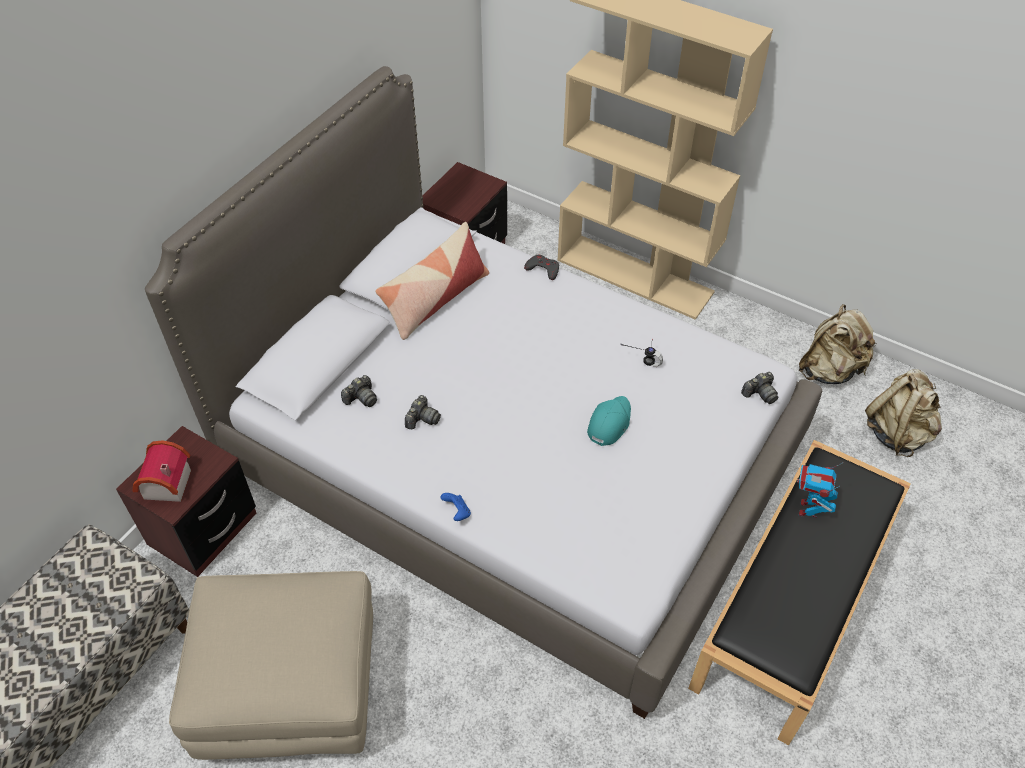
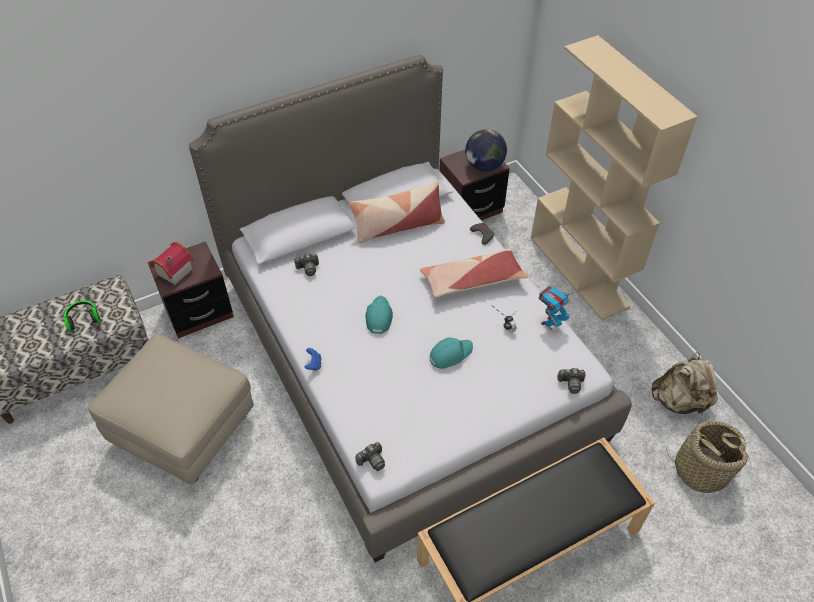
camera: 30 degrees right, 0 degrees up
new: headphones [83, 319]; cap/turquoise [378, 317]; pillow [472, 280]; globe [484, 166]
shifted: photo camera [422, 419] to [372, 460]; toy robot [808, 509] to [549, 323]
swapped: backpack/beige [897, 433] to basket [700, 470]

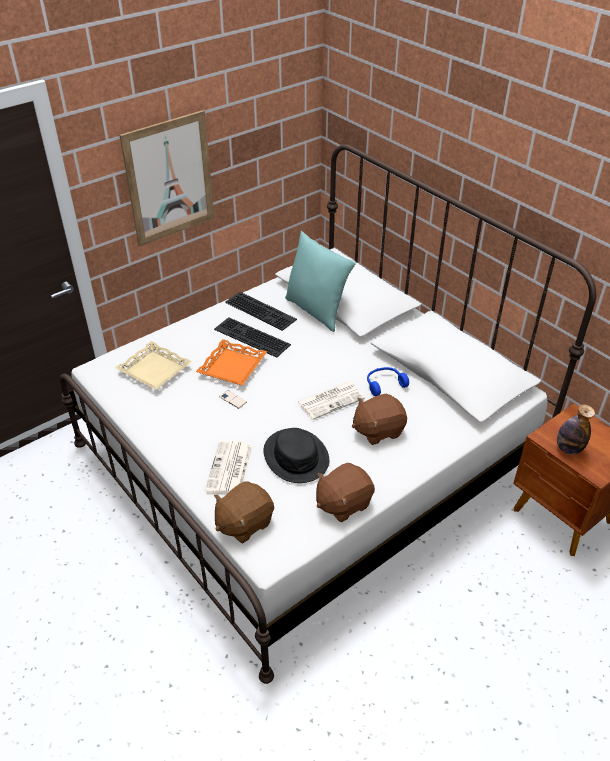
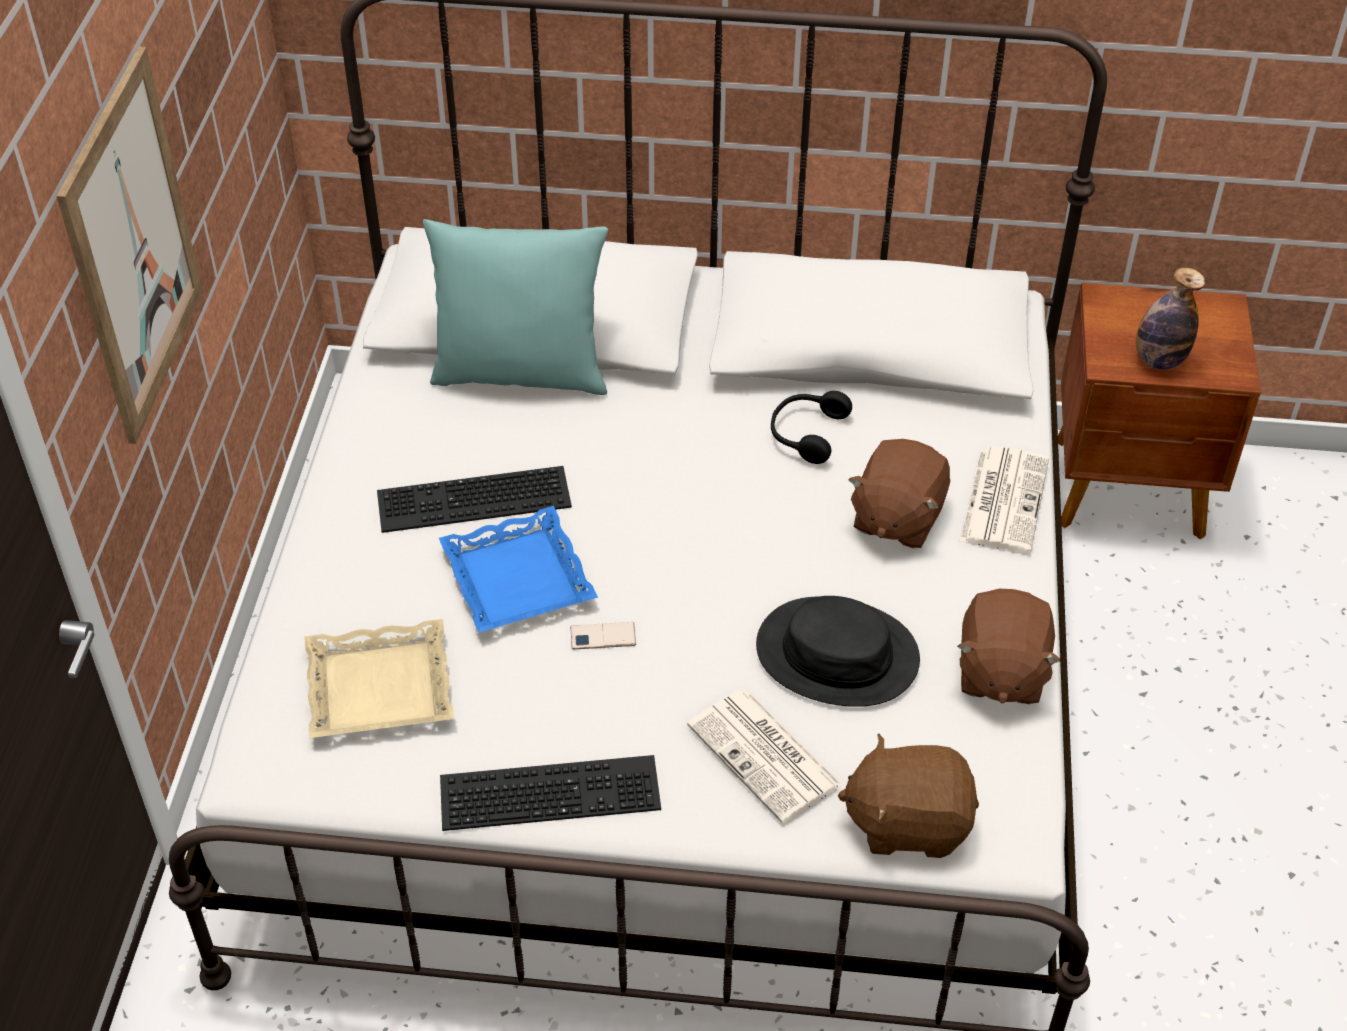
camera: 45 degrees left, 5 degrees up
shifted: keyboard [262, 310] to [552, 789]; newspaper [331, 400] to [1003, 499]
repainted: tray/orange [232, 366] to tray/blue [516, 579]; headphones/blue [384, 384] to headphones/black [806, 433]
rotated: plush toy/brown [244, 523] = [908, 822] 90 degrees clockwise

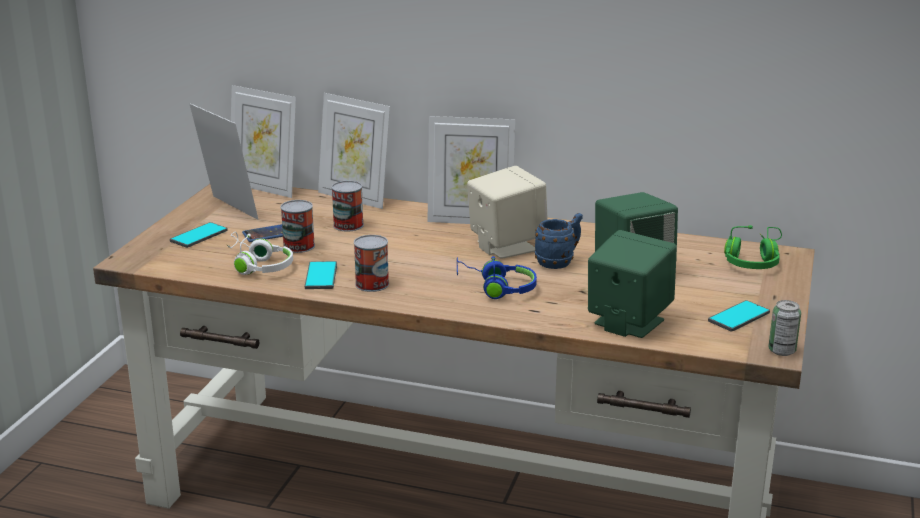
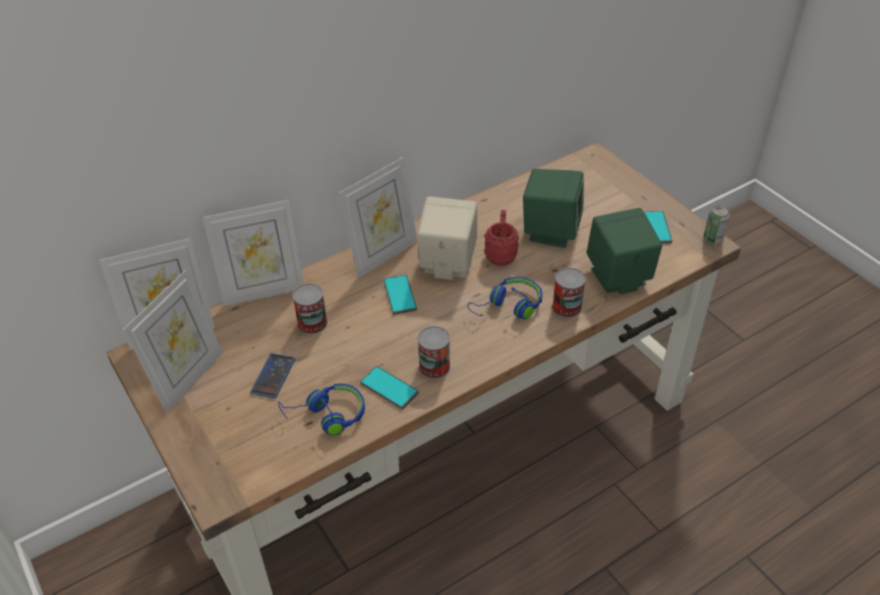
camera: 50 degrees left, 20 degrees up
gone: headphones/green [753, 260]
shifted: phone [199, 236] to [400, 295]; can [299, 246] to [566, 307]
repainted: headphones/white [257, 265] to headphones/blue [326, 416]; mug/blue [559, 262] to mug/red [501, 254]
rotated: picture frame [228, 209] = [188, 378] 120 degrees clockwise

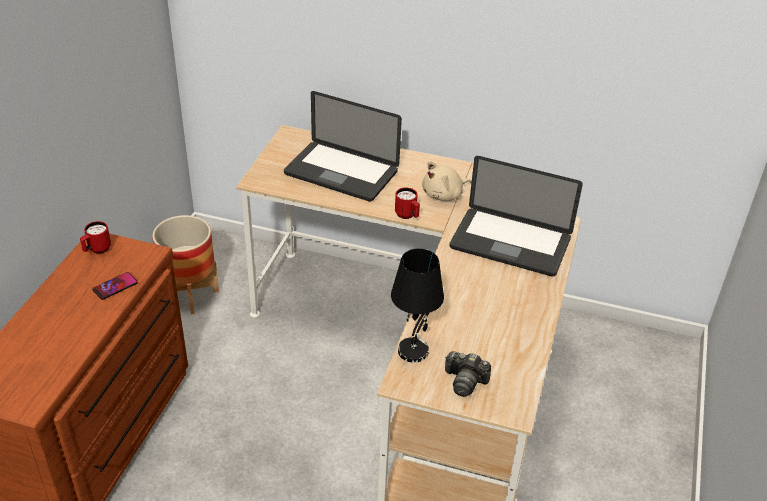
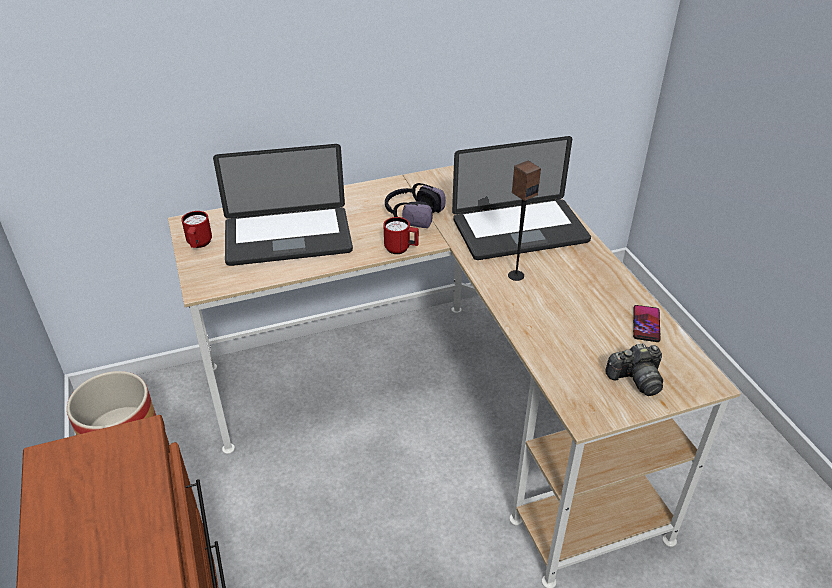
camera: 35 degrees left, 0 degrees up
gone: table lamp/black [413, 350]
new: speaker [515, 275]
shifted: mug/red [97, 250] to [199, 245]; phone [115, 286] to [646, 324]
swapped: plush toy/beige [444, 195] to headphones [412, 214]

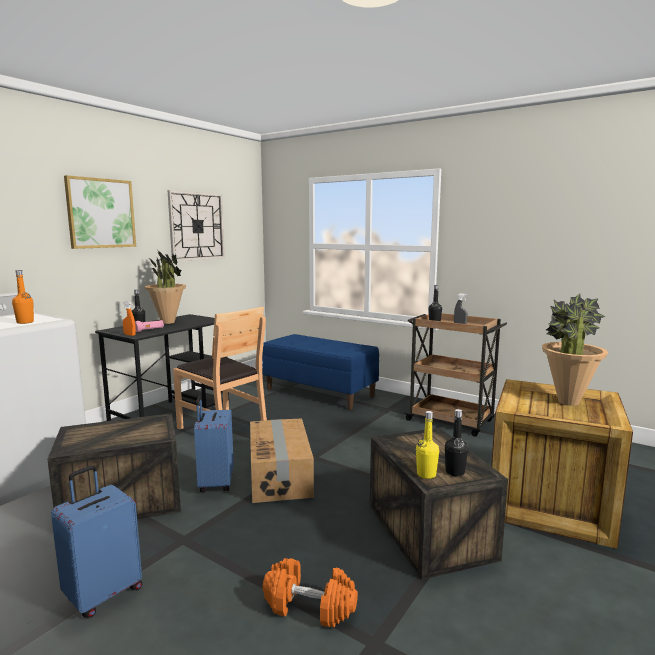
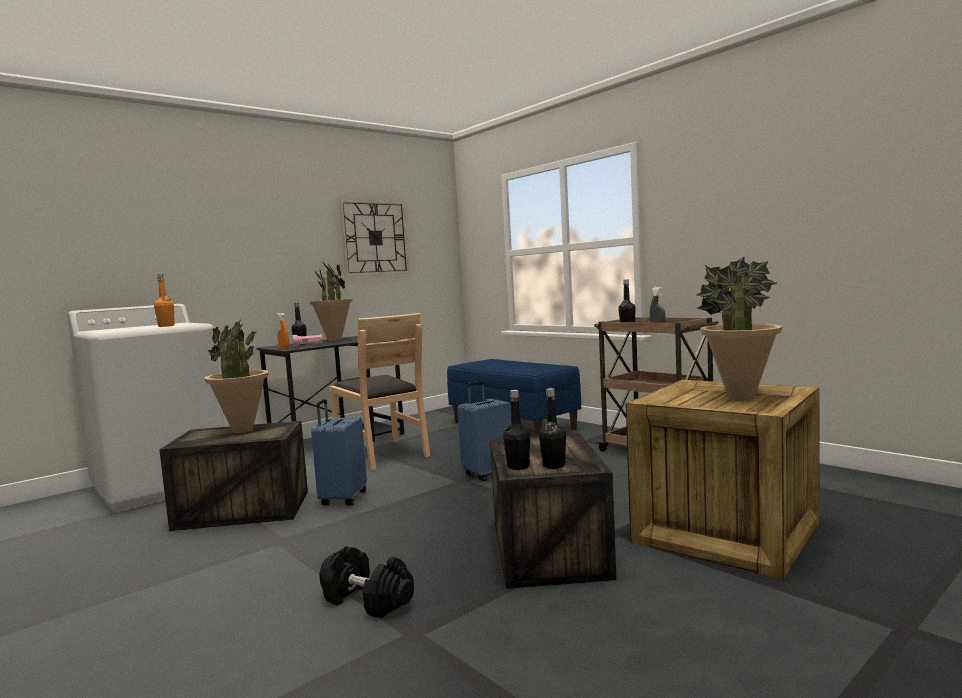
camera: 15 degrees right, 5 degrees down
gone: picture [101, 213]; cardboard box [280, 474]
new: potted plant [242, 430]
shifted: suitcase/blue [103, 594] to [488, 474]
repainted: dumbbell/orange [310, 606] to dumbbell/black [368, 600]; bottle/yellow [426, 474] to bottle/black [518, 467]

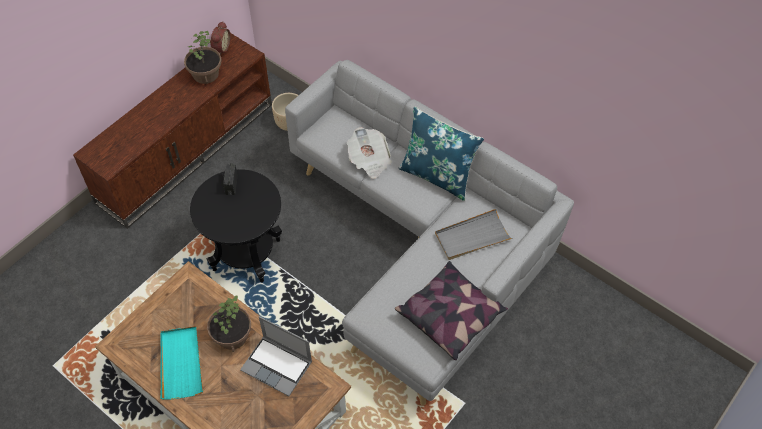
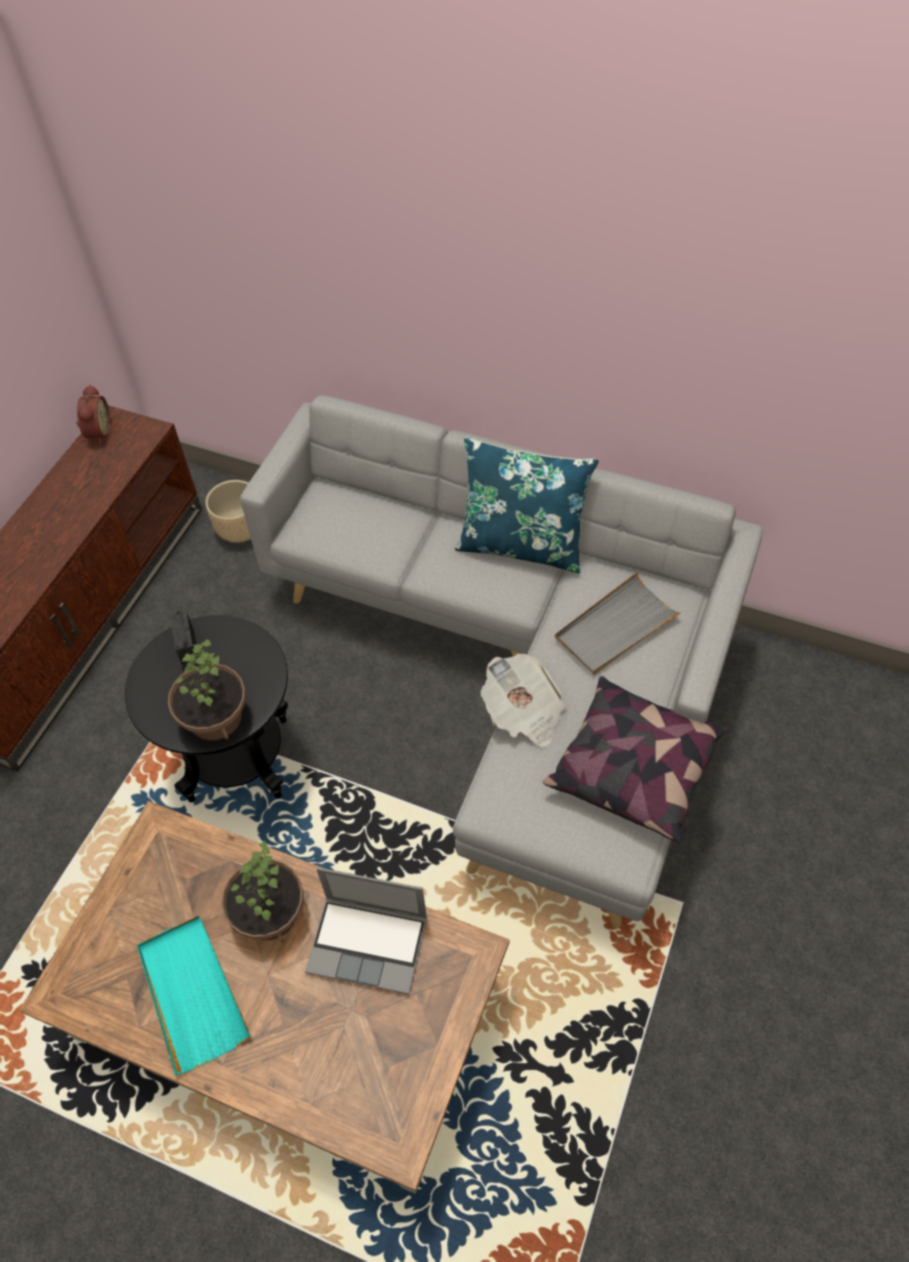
camera: 15 degrees left, 0 degrees up
shifted: potted plant [205, 74] to [214, 717]; newspaper [369, 160] to [523, 712]

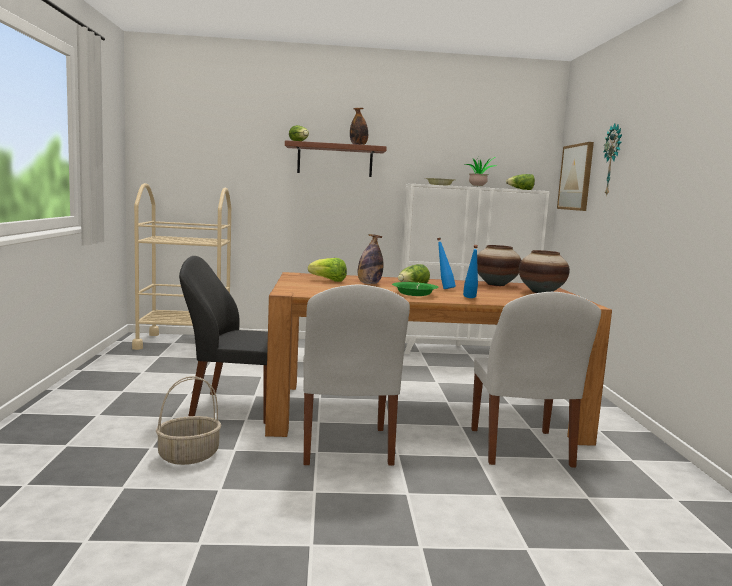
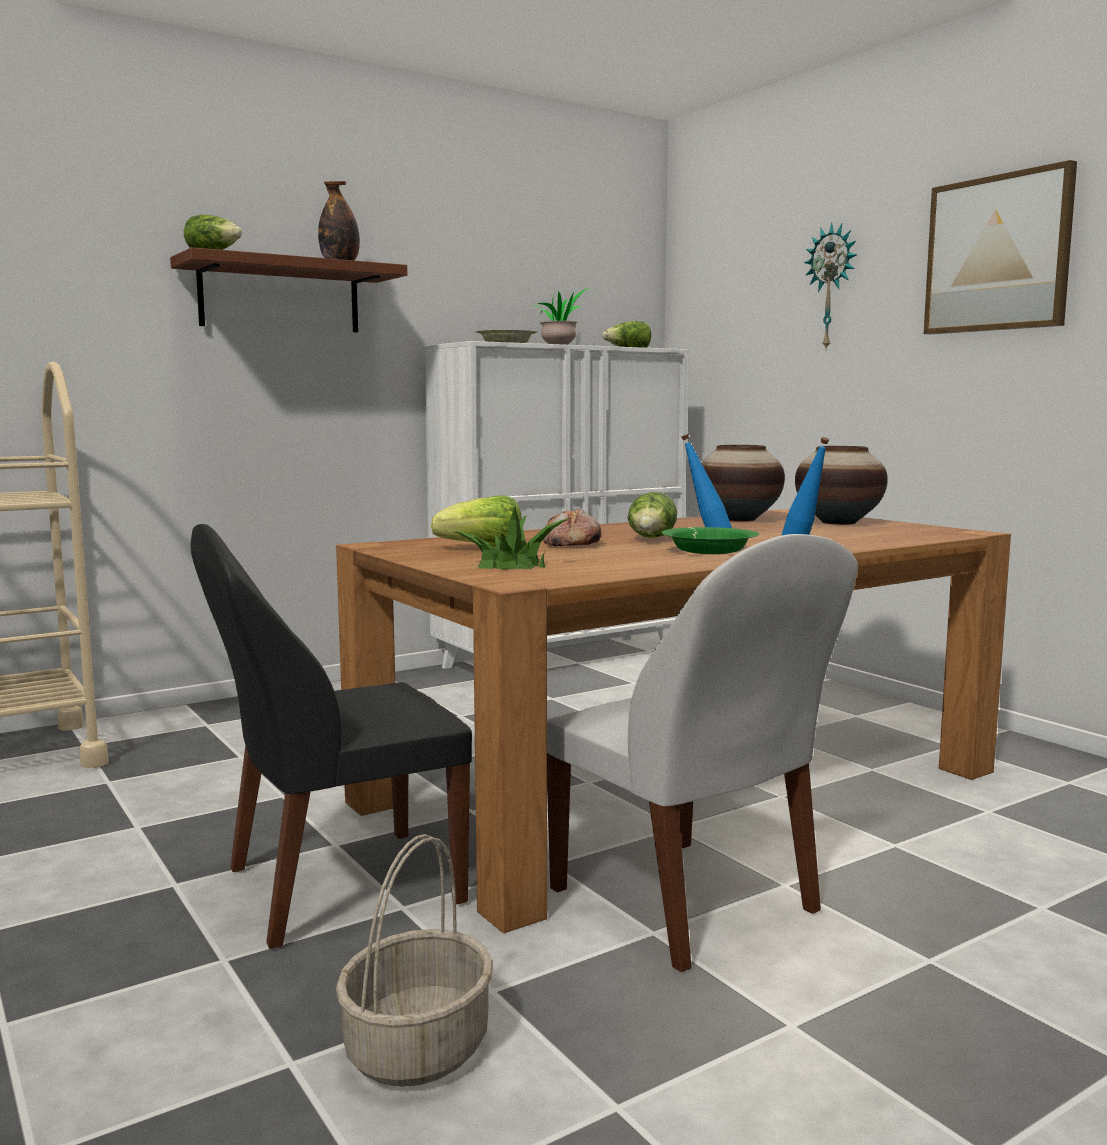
camera: 30 degrees left, 0 degrees up
gone: chair/white [520, 449]
new: potted plant [510, 564]
shifted: picture [576, 177] to [998, 254]
swapped: bottle [369, 284] to bread [570, 544]

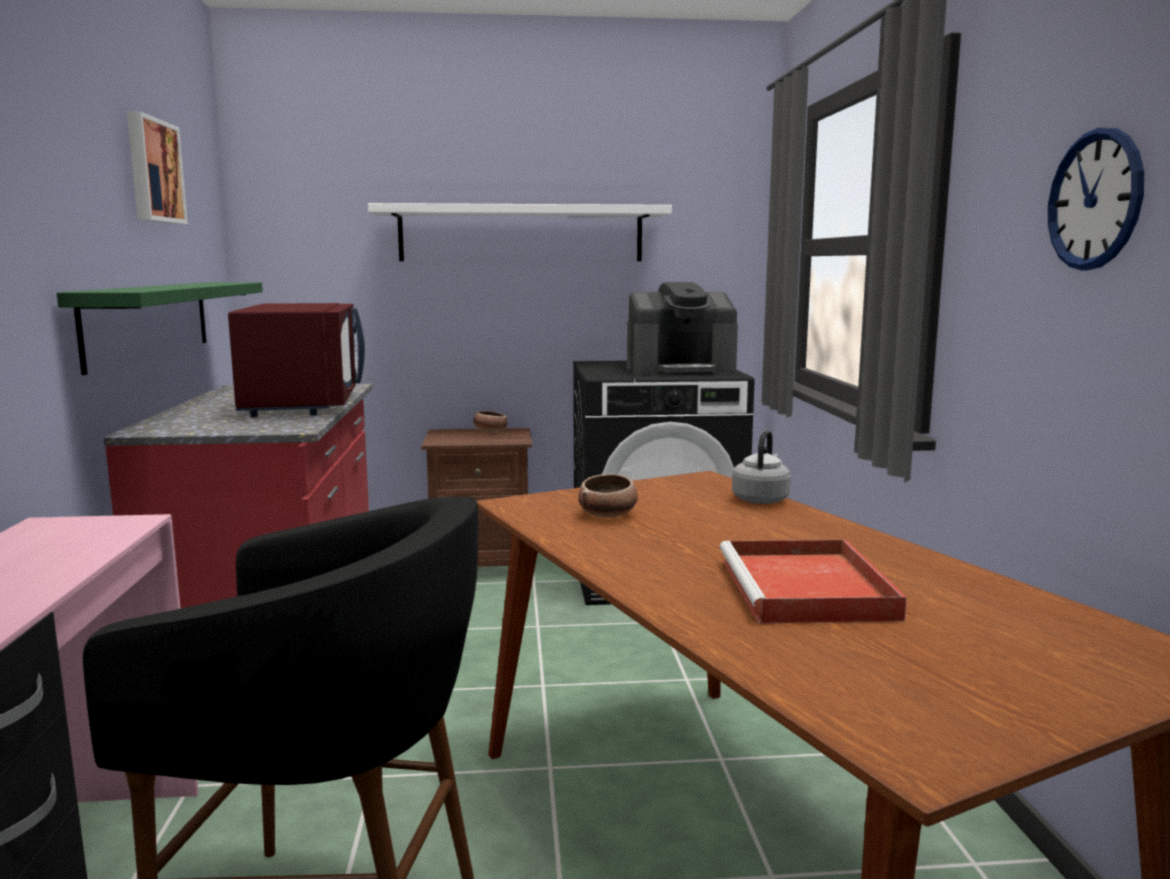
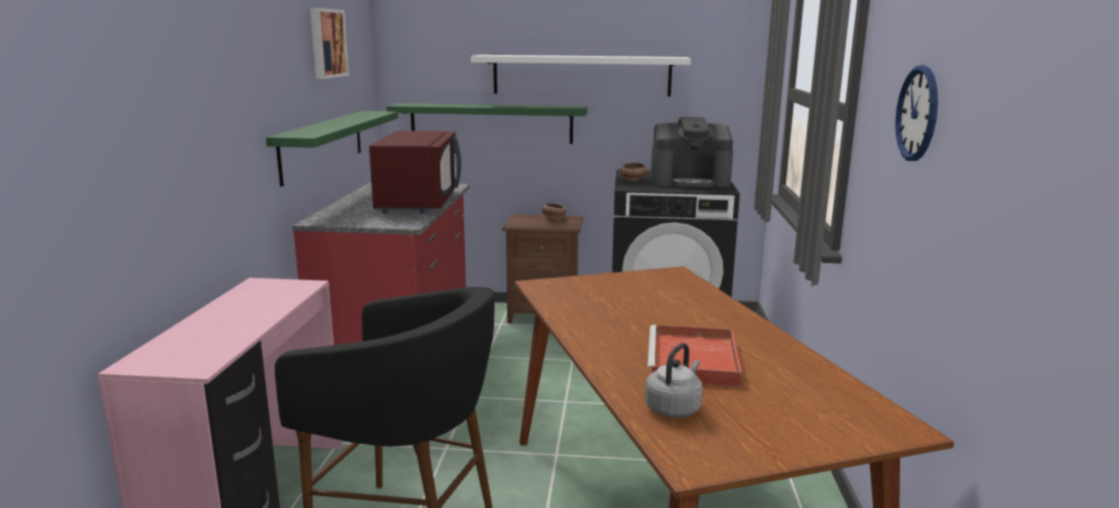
camera: 10 degrees right, 5 degrees up
new: shelf/green [491, 123]
shifted: bowl [608, 515] to [633, 180]; kettle/grey [761, 499] to [674, 408]

